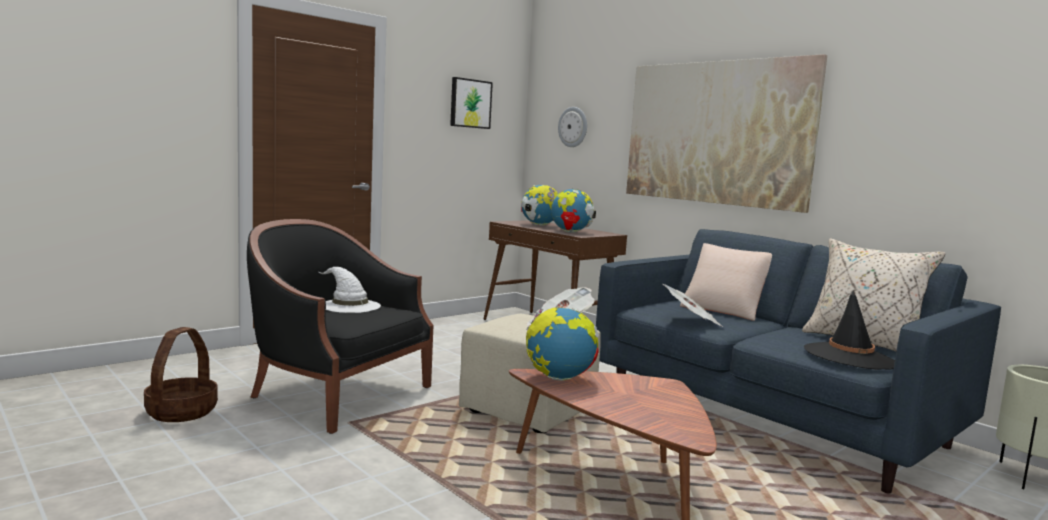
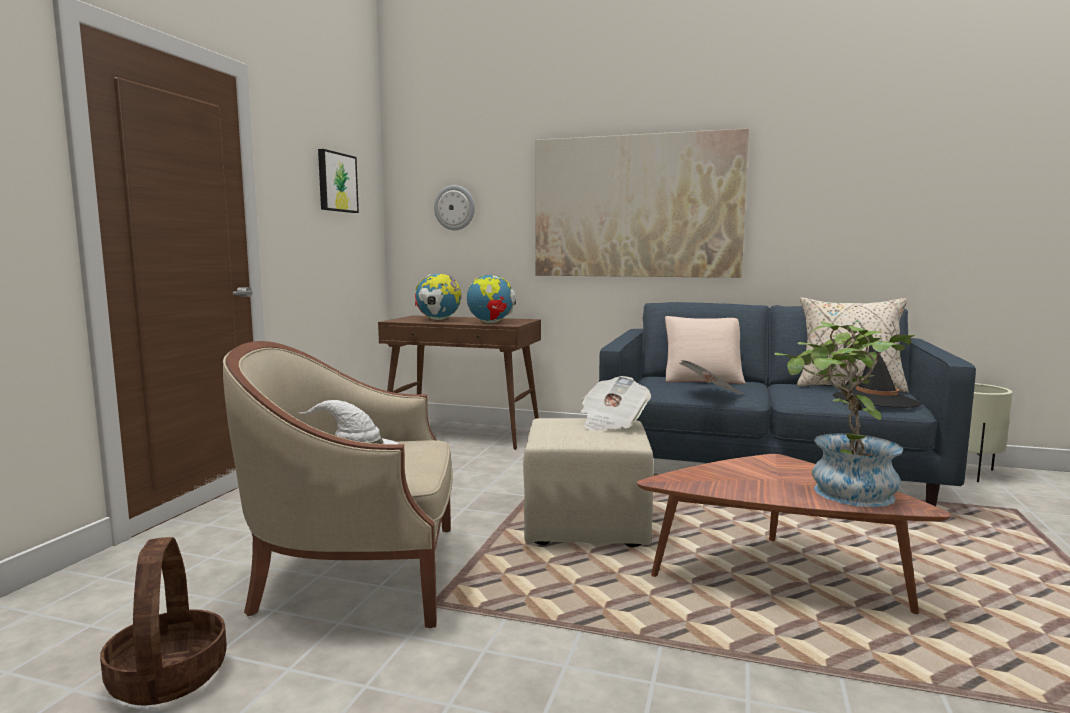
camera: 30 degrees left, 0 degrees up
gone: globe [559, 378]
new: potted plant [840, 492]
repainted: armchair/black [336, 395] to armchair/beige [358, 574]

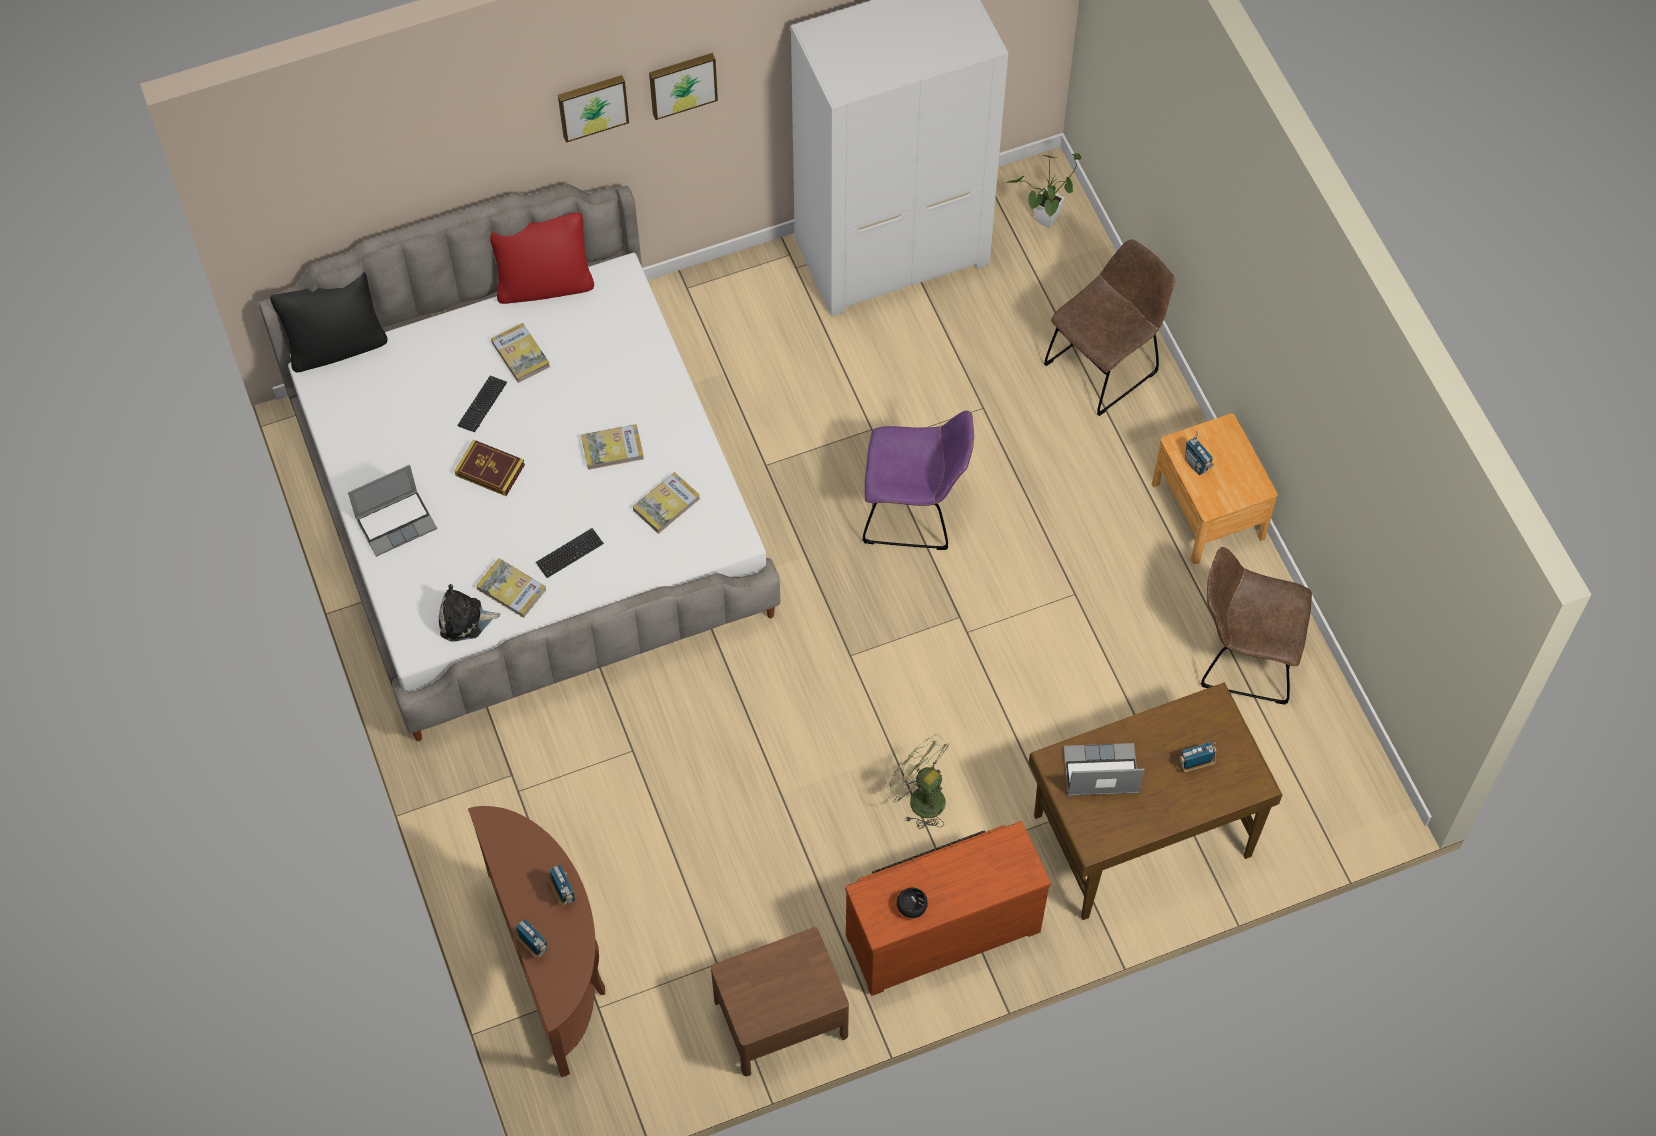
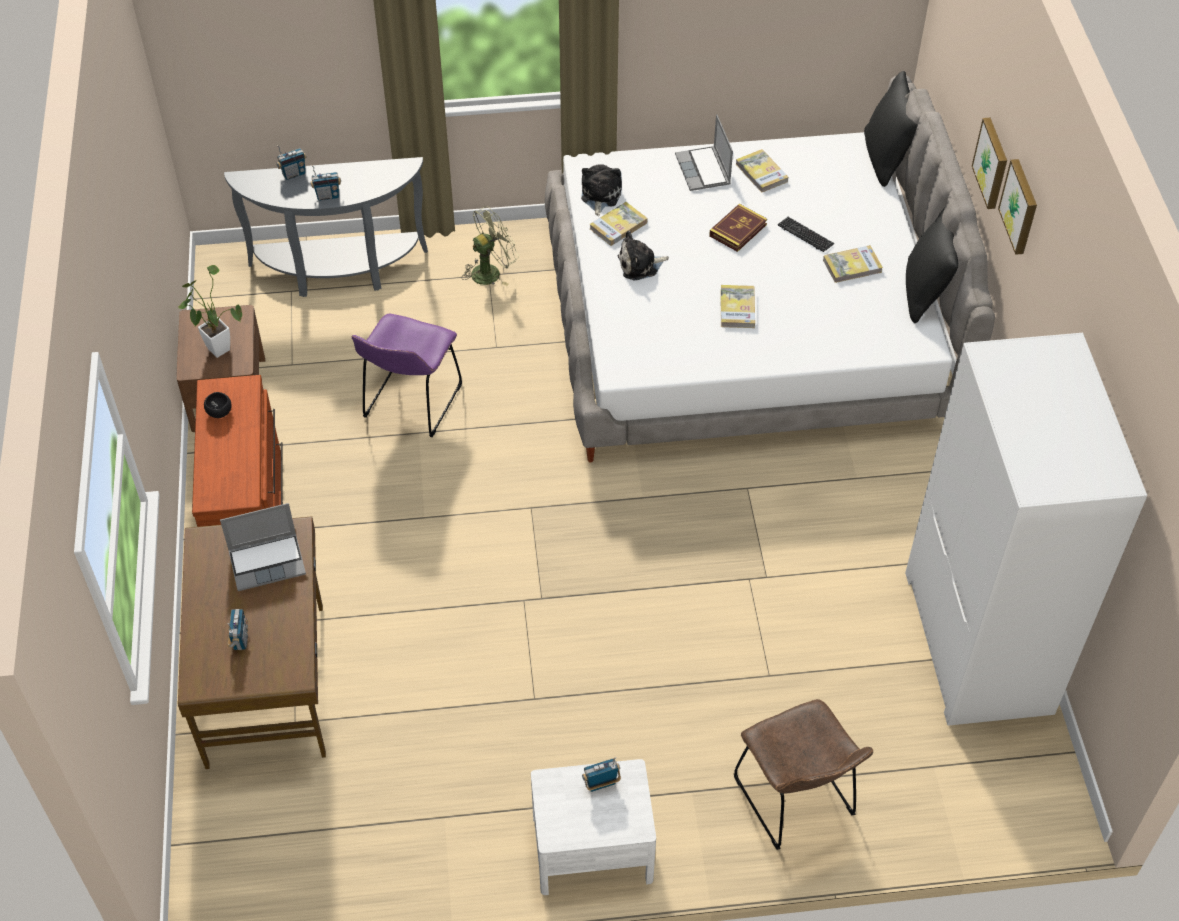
camera: 105 degrees right, 10 degrees down
gone: chair/brown [1243, 657]
shifted: book [666, 504] to [761, 173]; picture [682, 83] to [992, 163]; chair/purple [915, 511] to [410, 405]; fan/green [919, 798] to [491, 271]; potted plant [1043, 223] to [216, 347]
swapped: keyboard [569, 554] to plush toy [640, 265]
repainted: console table/brown [554, 962] to console table/grey [338, 273]; pillow/red [544, 284] to pillow/black [925, 293]; nightstand/brown [1208, 510] to nightstand/white [592, 848]
rotated: laptop [1099, 772] = [268, 562] 60 degrees clockwise

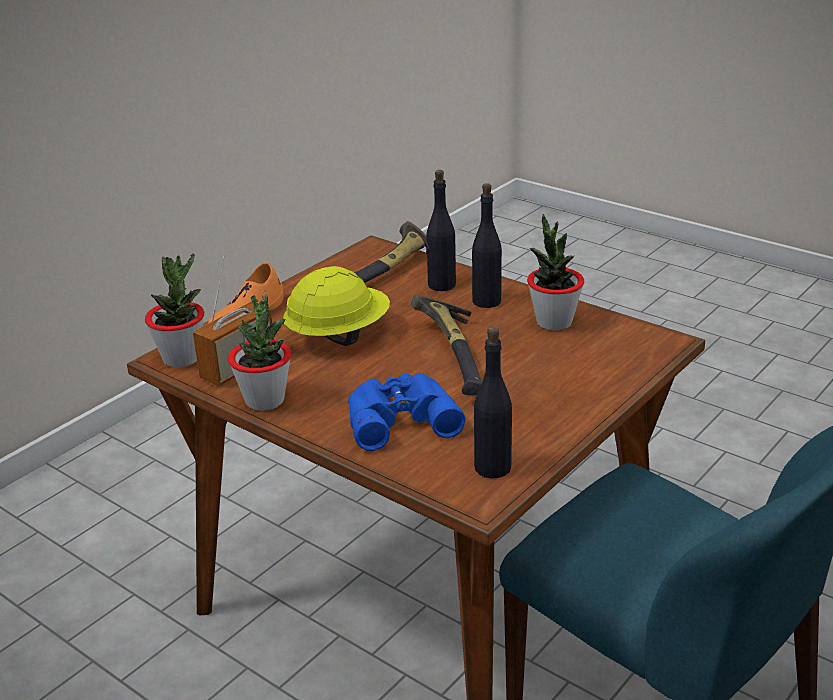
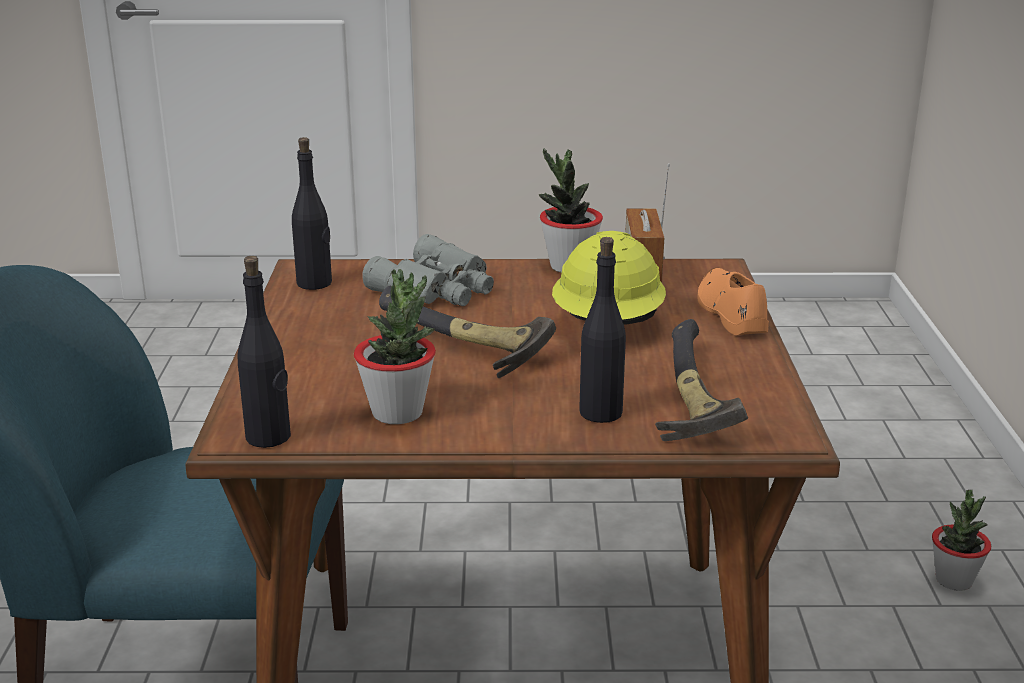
camera: 140 degrees right, 5 degrees down
shifted: potted plant [182, 358] to [954, 580]; bottle/black [486, 301] to [269, 437]
repainted: binoculars/blue [399, 417] to binoculars/grey [438, 288]

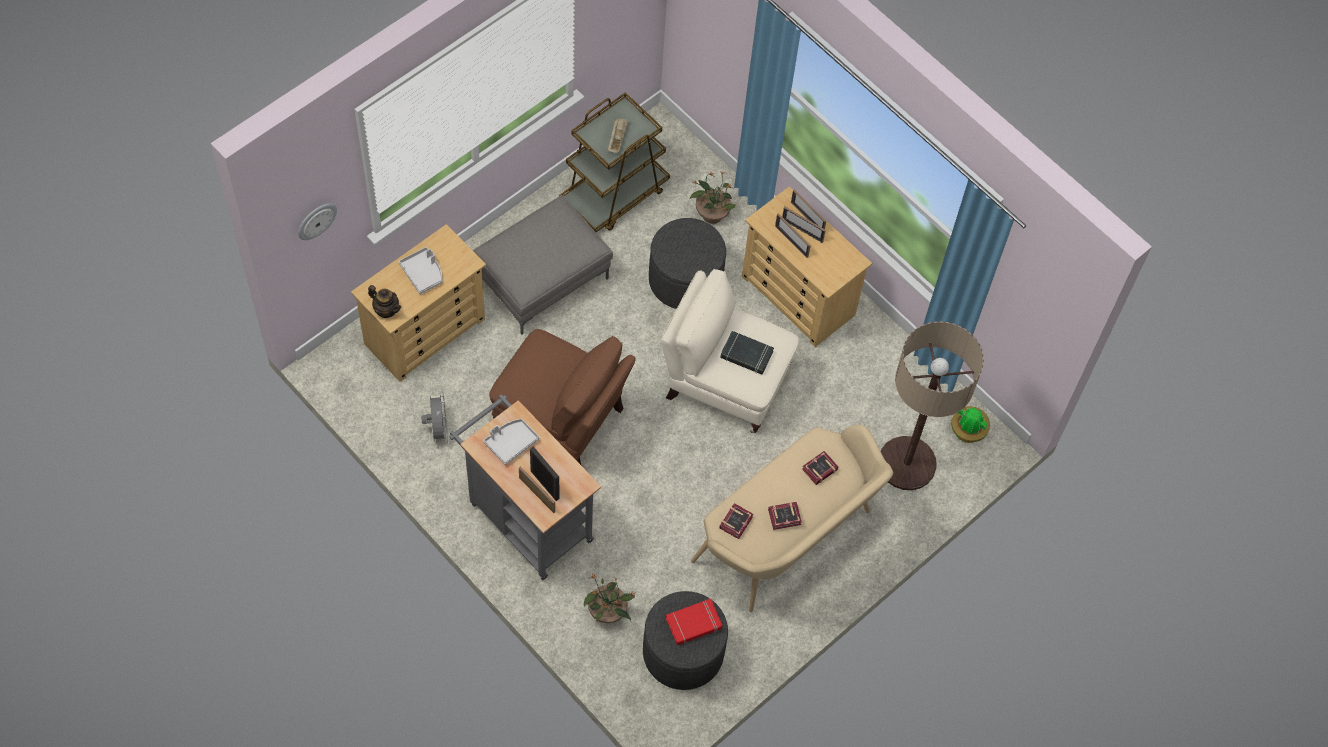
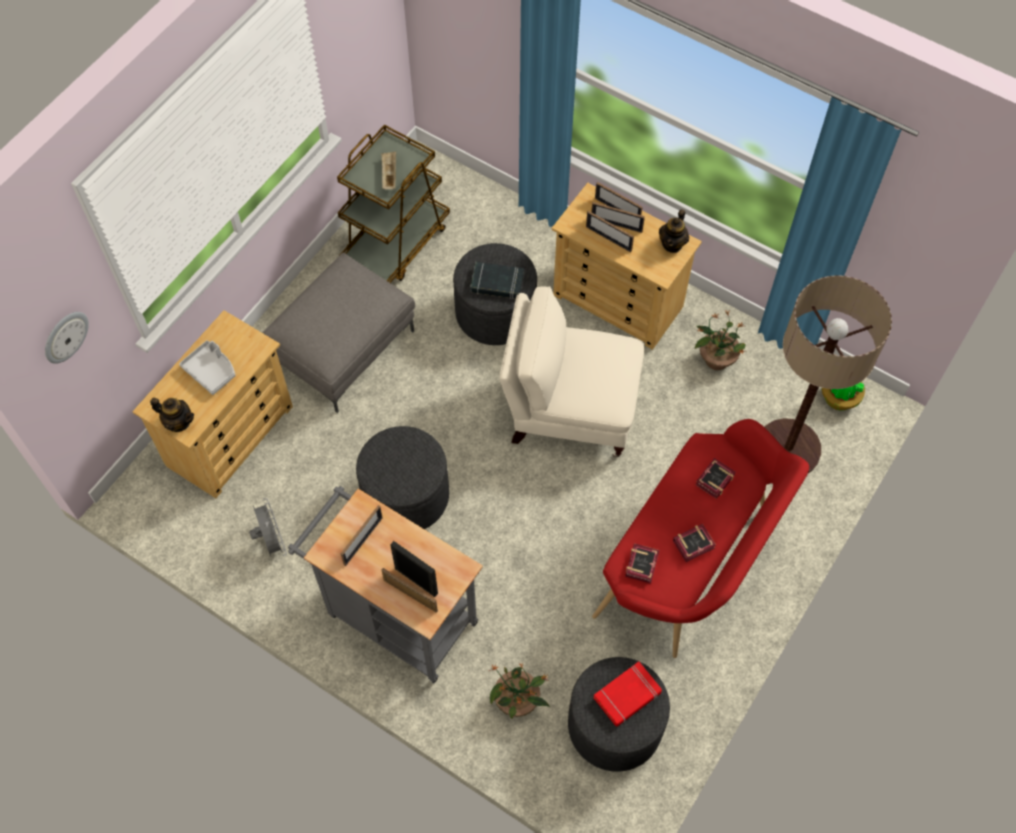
camera: 10 degrees left, 0 degrees up
new: teapot [672, 244]
shifted: potted plant [712, 214] to [716, 359]; book/black [746, 355] to [497, 283]
swapped: tray/grey [511, 443] to picture frame [363, 541]; armchair/brown [562, 420] to ottoman/grey [406, 495]
repainted: bench/beige [788, 540] to bench/red [691, 565]

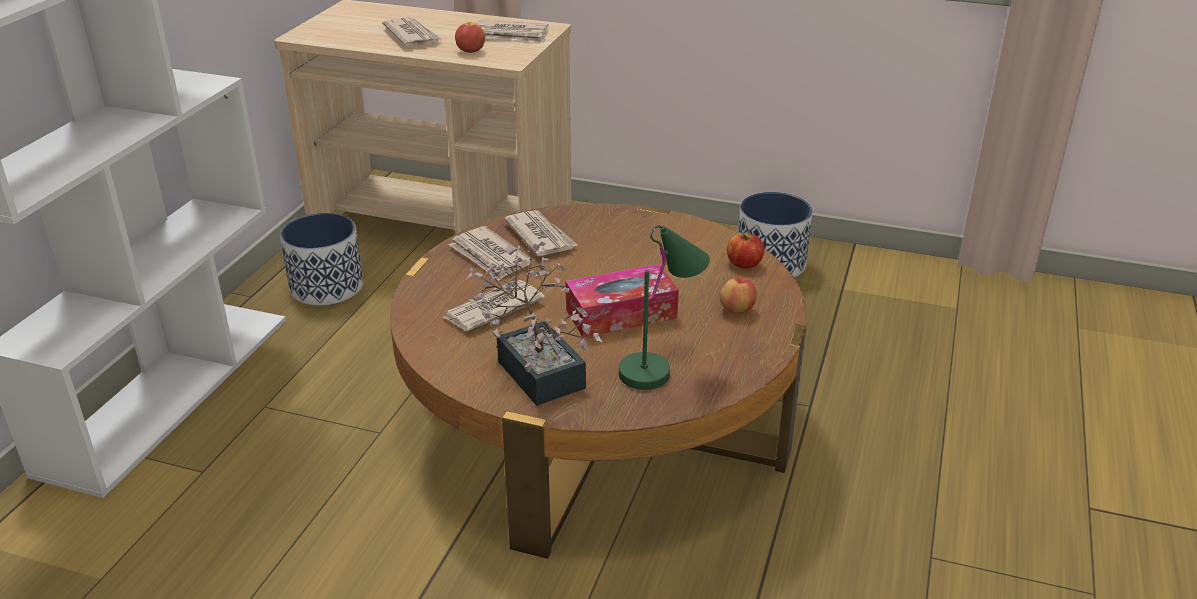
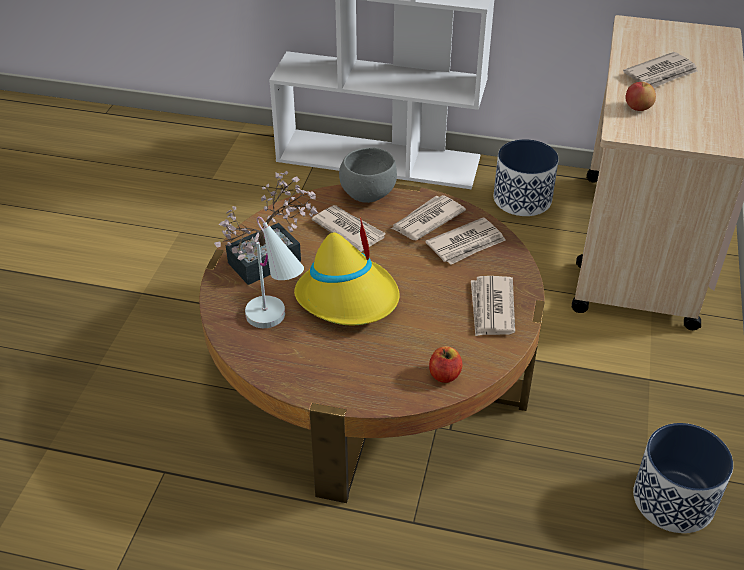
camera: 85 degrees right, 10 degrees up
gone: apple [736, 310]
new: bowl/grey [367, 194]
shifted: newspaper [510, 35] to [491, 308]
swapped: tissue box [621, 314] to hat/yellow [349, 298]
repainted: table lamp/green [662, 365] to table lamp/white [277, 324]

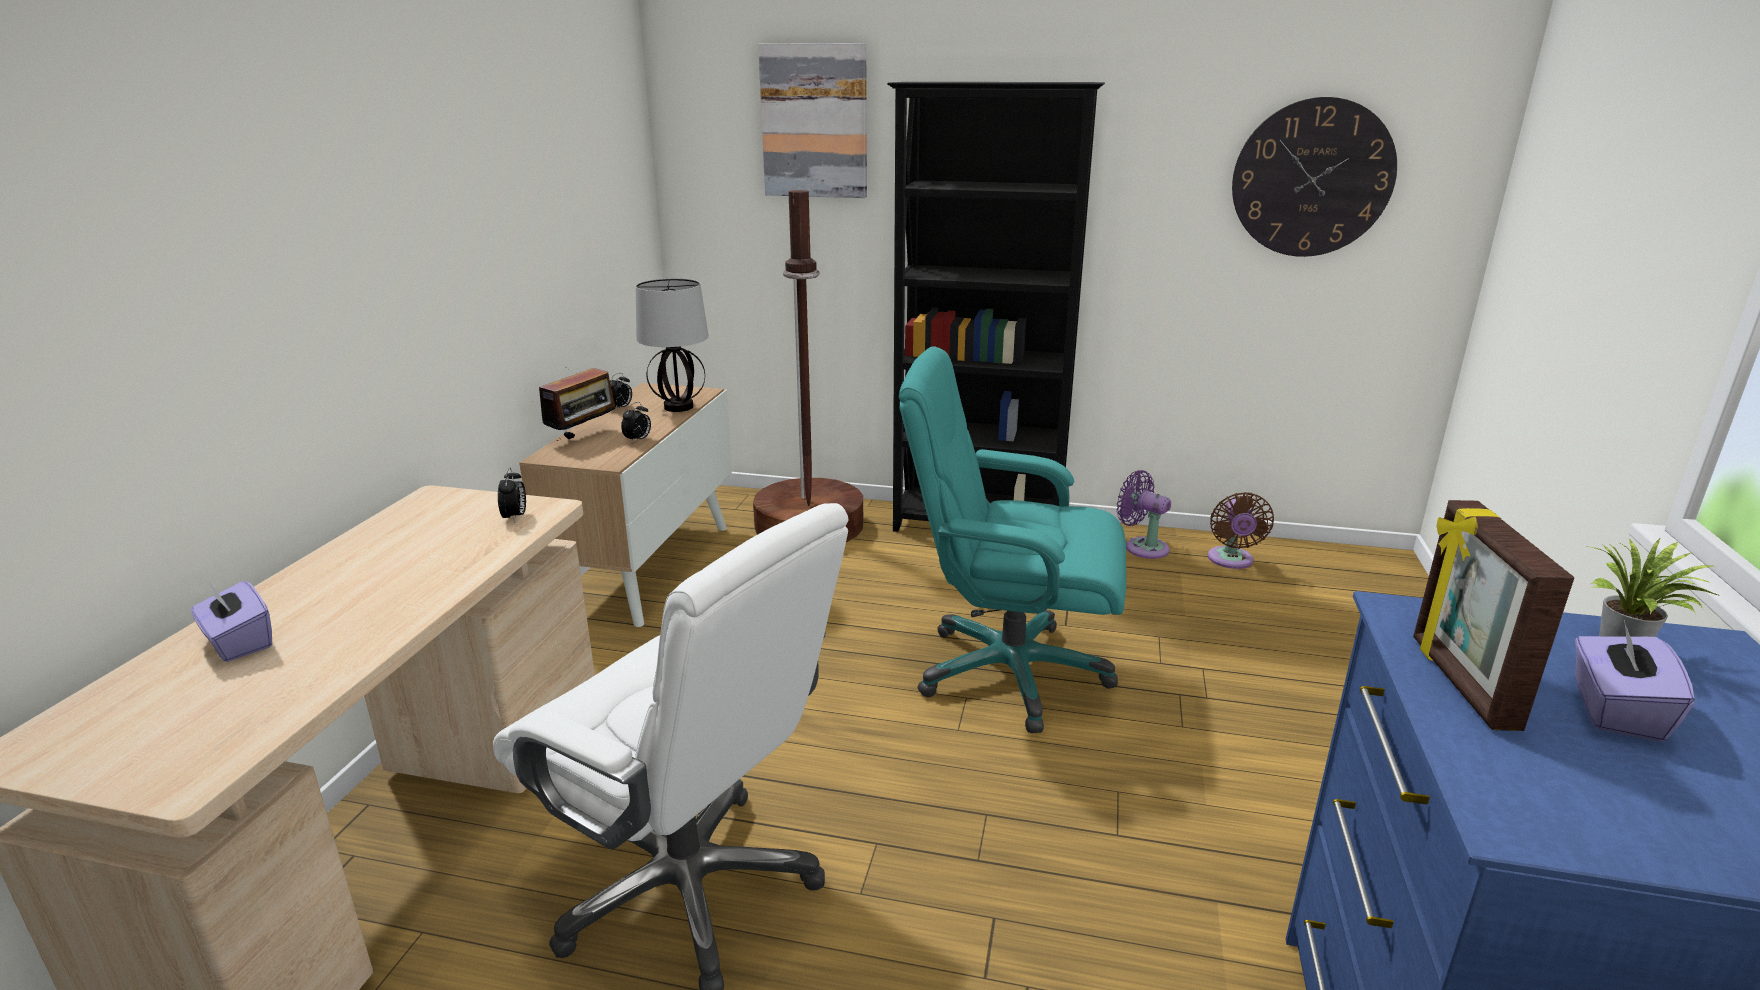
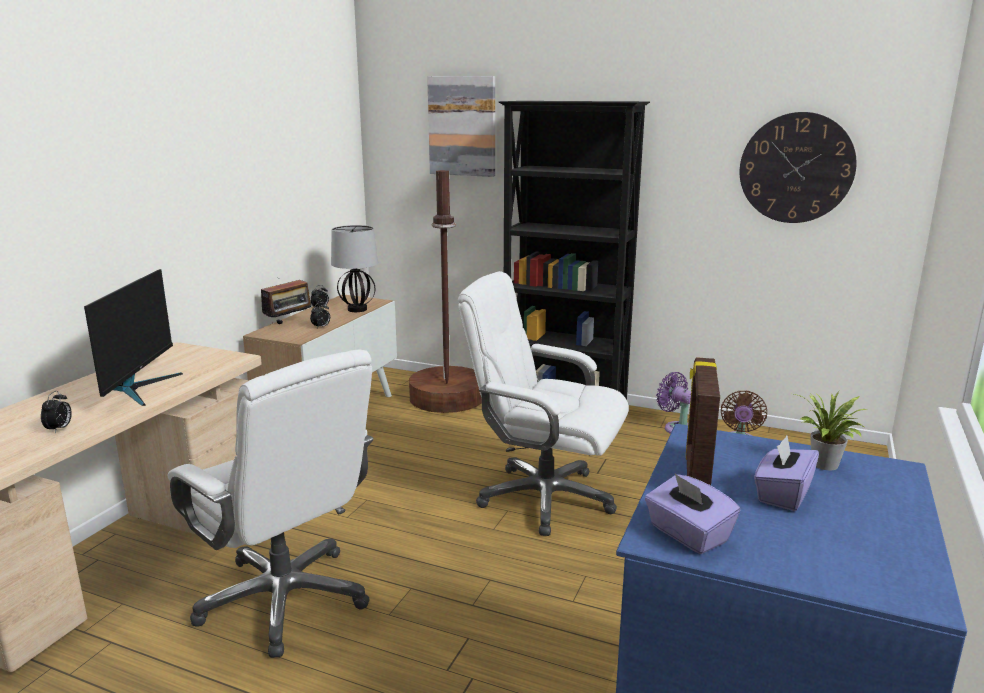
camera: 10 degrees right, 5 degrees down
new: monitor [139, 388]
shifted: tissue box/purple [239, 643] to [687, 534]; alarm clock [515, 517] to [59, 429]
repainted: office chair/turquoise [1009, 672] to office chair/white [544, 498]

